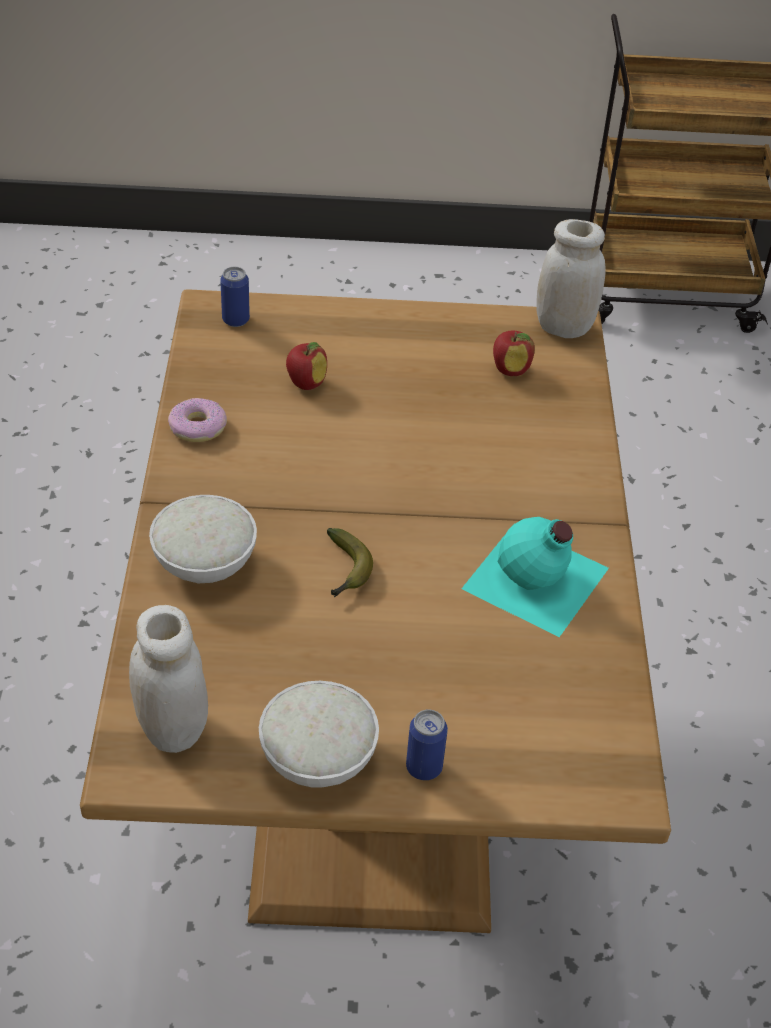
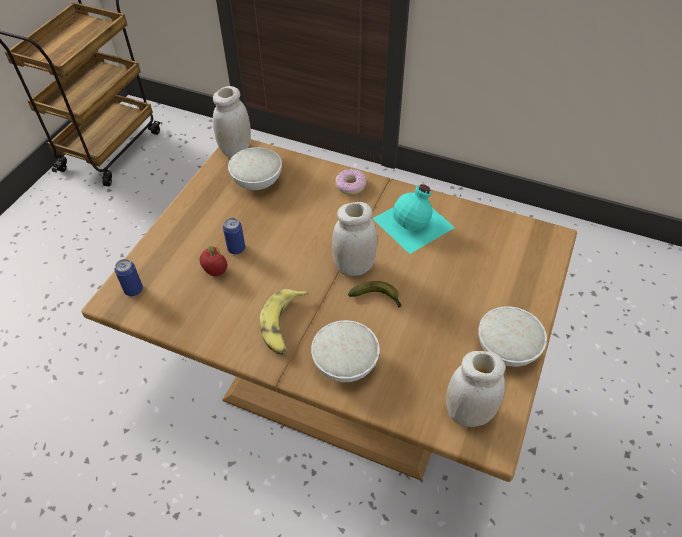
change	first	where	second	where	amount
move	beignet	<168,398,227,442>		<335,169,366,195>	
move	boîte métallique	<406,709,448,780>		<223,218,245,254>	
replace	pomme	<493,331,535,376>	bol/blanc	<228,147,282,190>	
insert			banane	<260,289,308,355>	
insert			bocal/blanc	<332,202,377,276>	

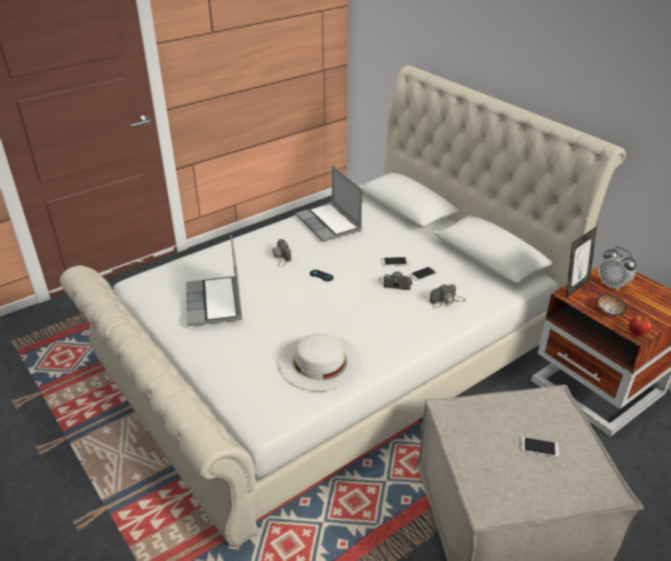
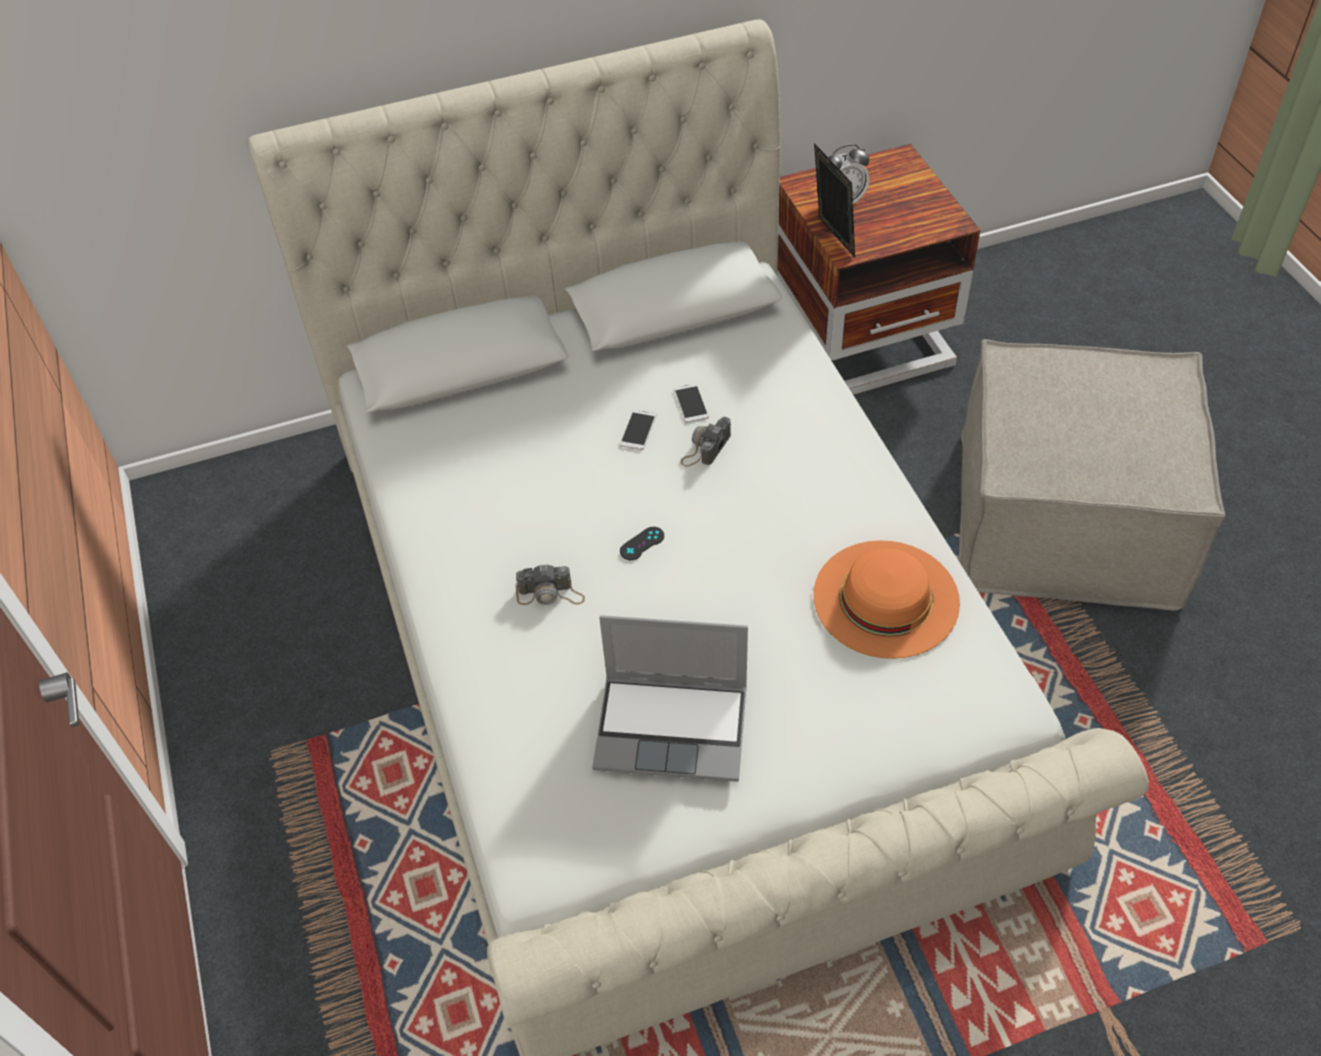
change	first	where	second	where	amount
recolor	chapeau/blanc	<278,333,362,392>	chapeau/orange	<813,540,960,659>	
delete	ordinateur portable	<295,165,362,242>			
delete	appareil photo	<430,284,465,308>			
delete	téléphone	<520,437,559,457>			
delete	bol	<596,294,627,316>			
delete	pomme	<629,316,651,337>			

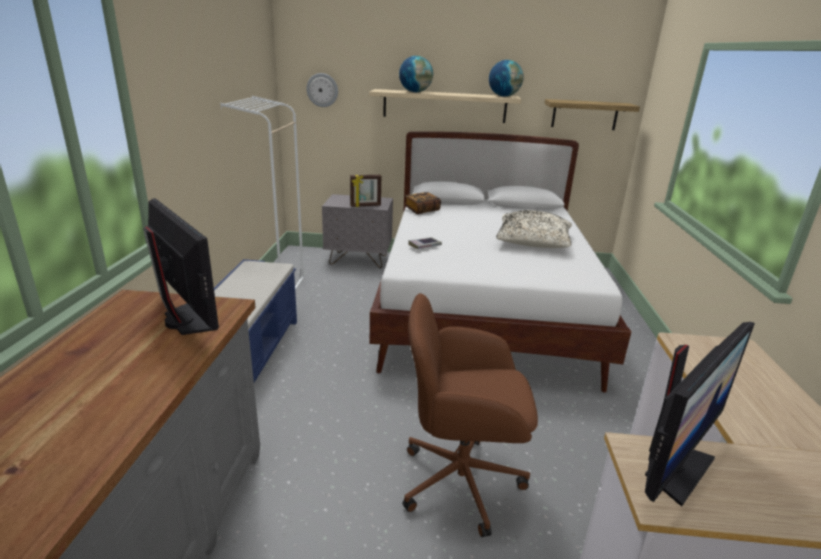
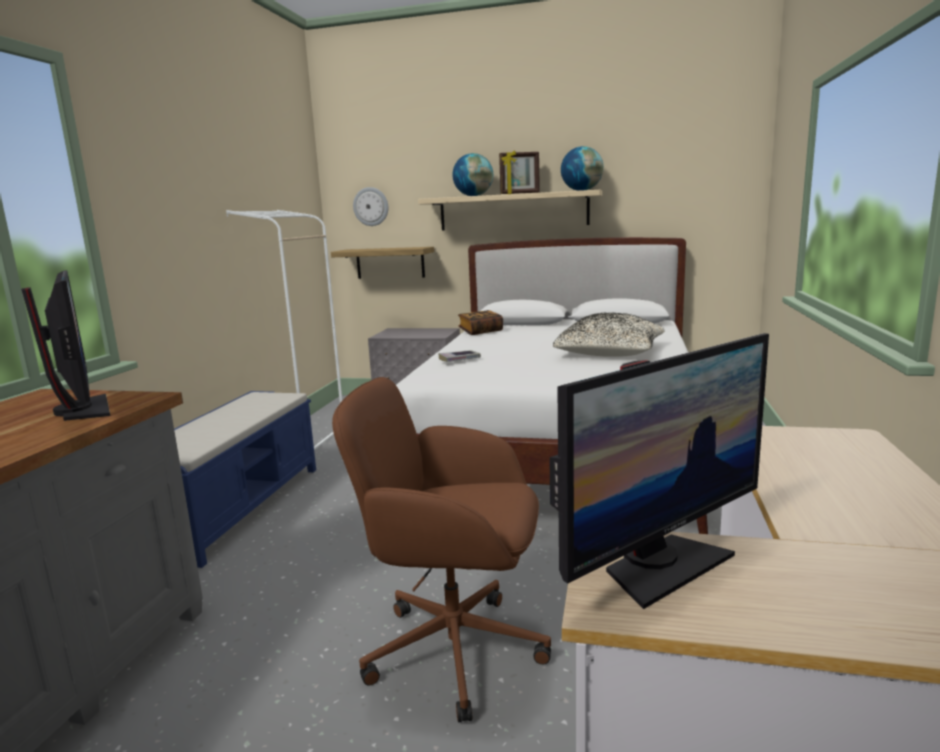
change	first	where	second	where	amount
move	cadre photo	<350,175,381,207>		<499,151,540,194>	
move	étagère	<545,99,640,130>		<331,247,434,279>	

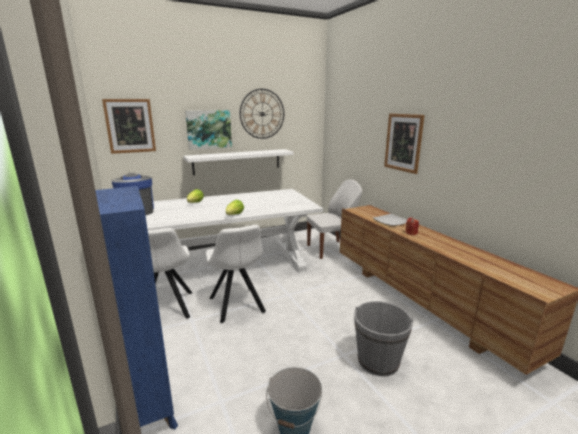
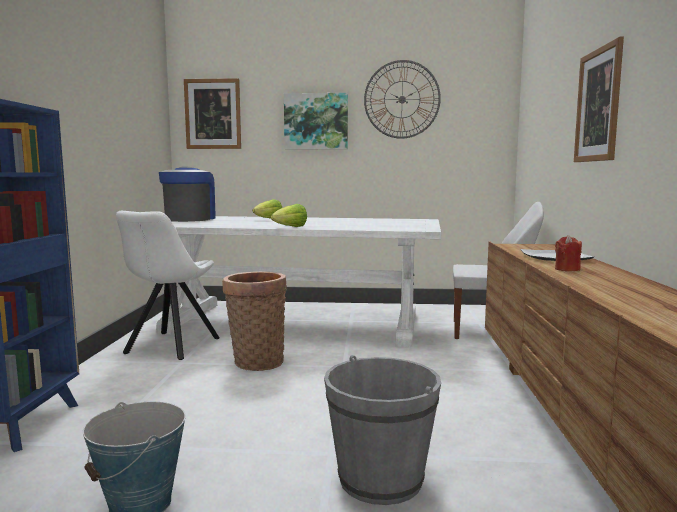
change	first	where	second	where	amount
delete	étagère/blanc	<183,149,293,175>			
replace	chaise/blanc	<206,225,266,323>	panier	<222,271,287,371>	

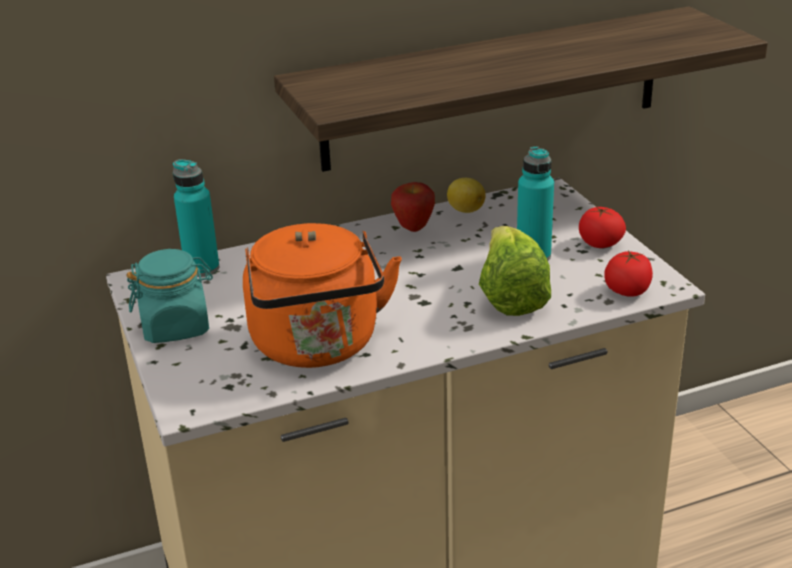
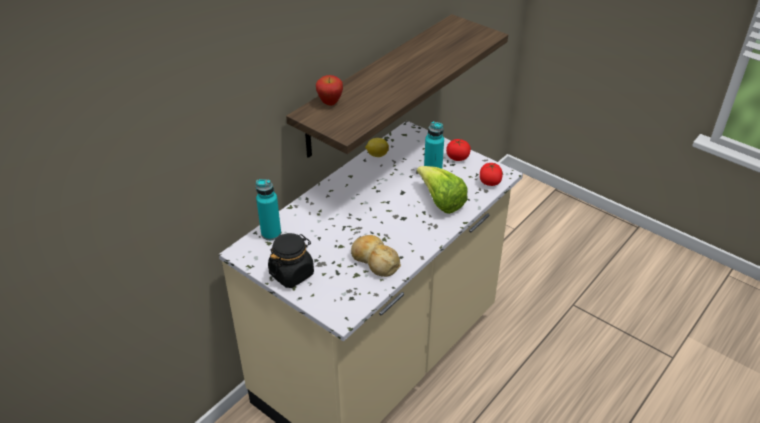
change	first	where	second	where	amount
recolor	bocal/turquoise	<126,249,213,343>	bocal/noir	<268,233,314,288>	
replace	bouilloire/orange	<243,223,402,368>	pain	<351,235,401,277>	
move	pomme	<391,182,435,232>		<316,75,343,106>	

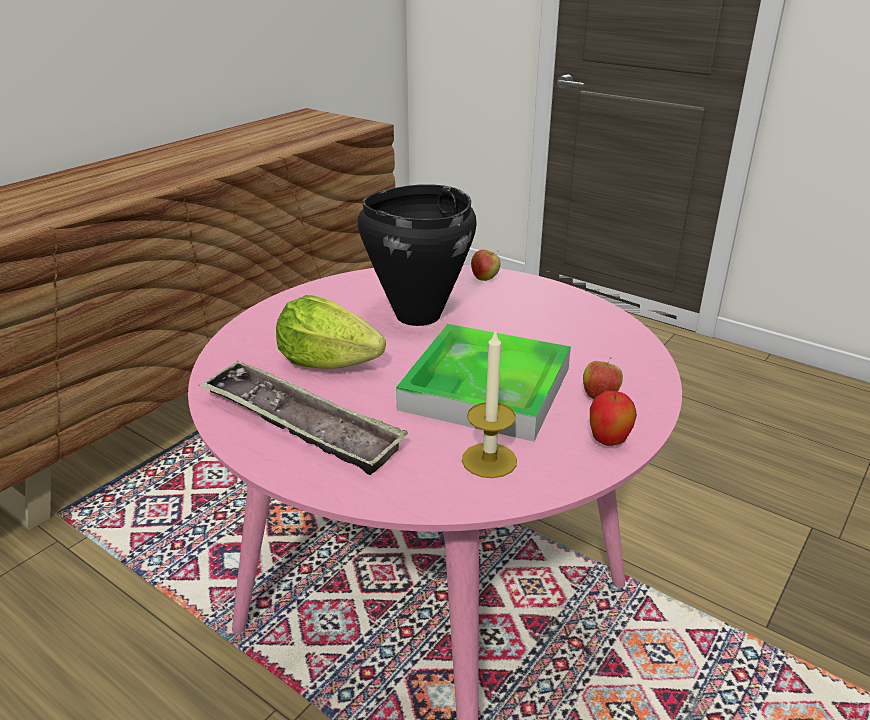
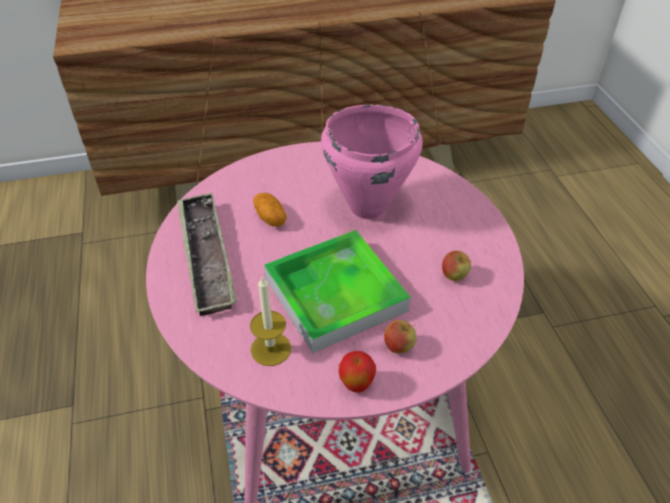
change	first	where	second	where	amount
replace	laitue	<276,295,386,369>	pomme de terre	<253,193,287,227>	
recolor	marmite/noir	<358,184,477,326>	marmite/rose	<321,105,423,219>	
move	pomme	<471,249,500,281>		<442,251,471,281>	

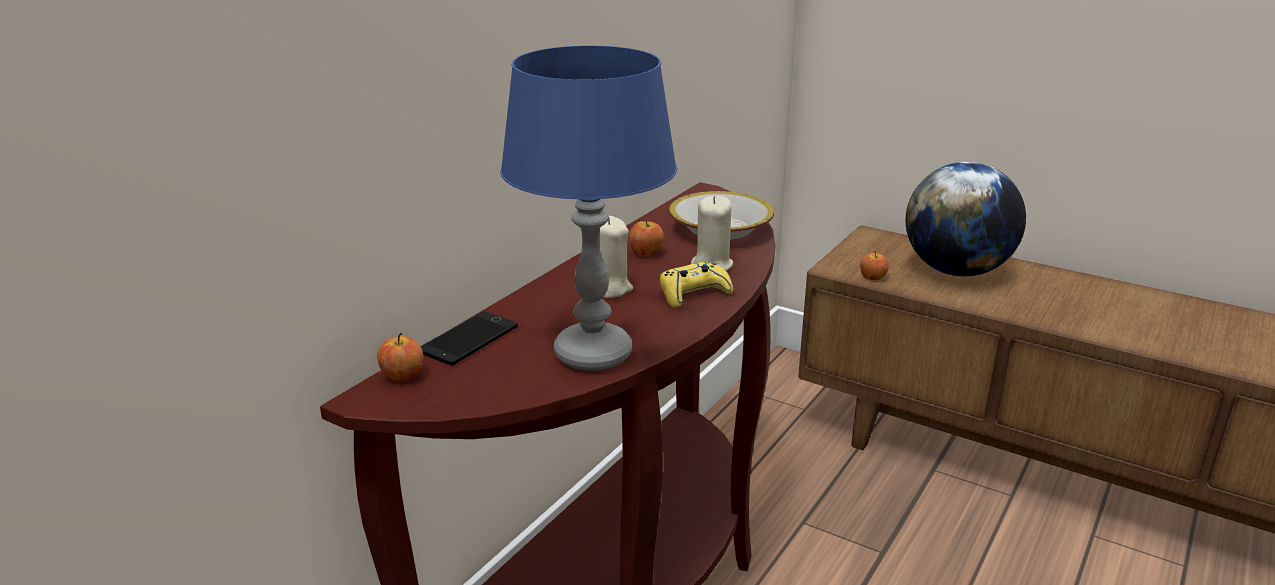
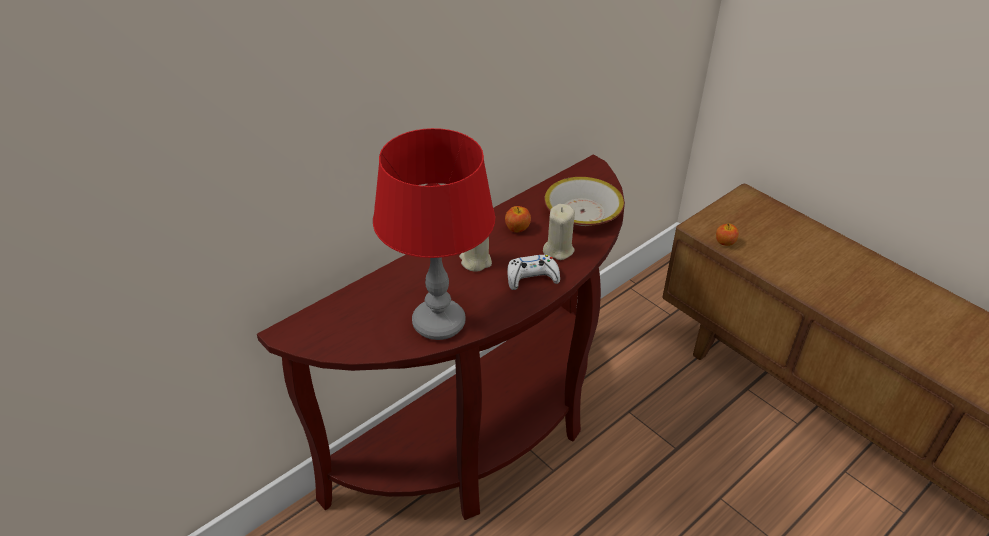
change	first	where	second	where	amount
delete	pomme	<377,333,423,381>			
delete	téléphone	<421,311,518,365>			
recolor	lampe de table/bleu	<500,45,677,371>	lampe de table/rouge	<373,128,495,340>	
recolor	manette/jaune	<660,261,733,308>	manette/blanc	<507,255,560,290>	
delete	globe	<906,162,1026,276>			

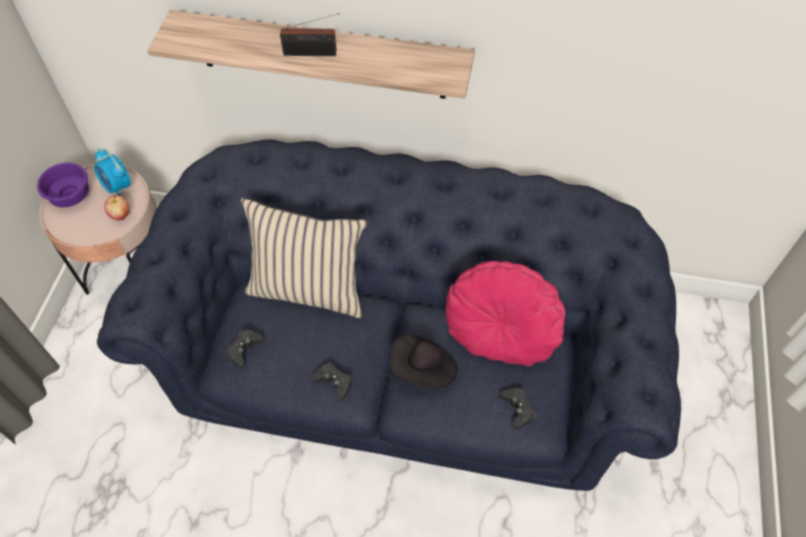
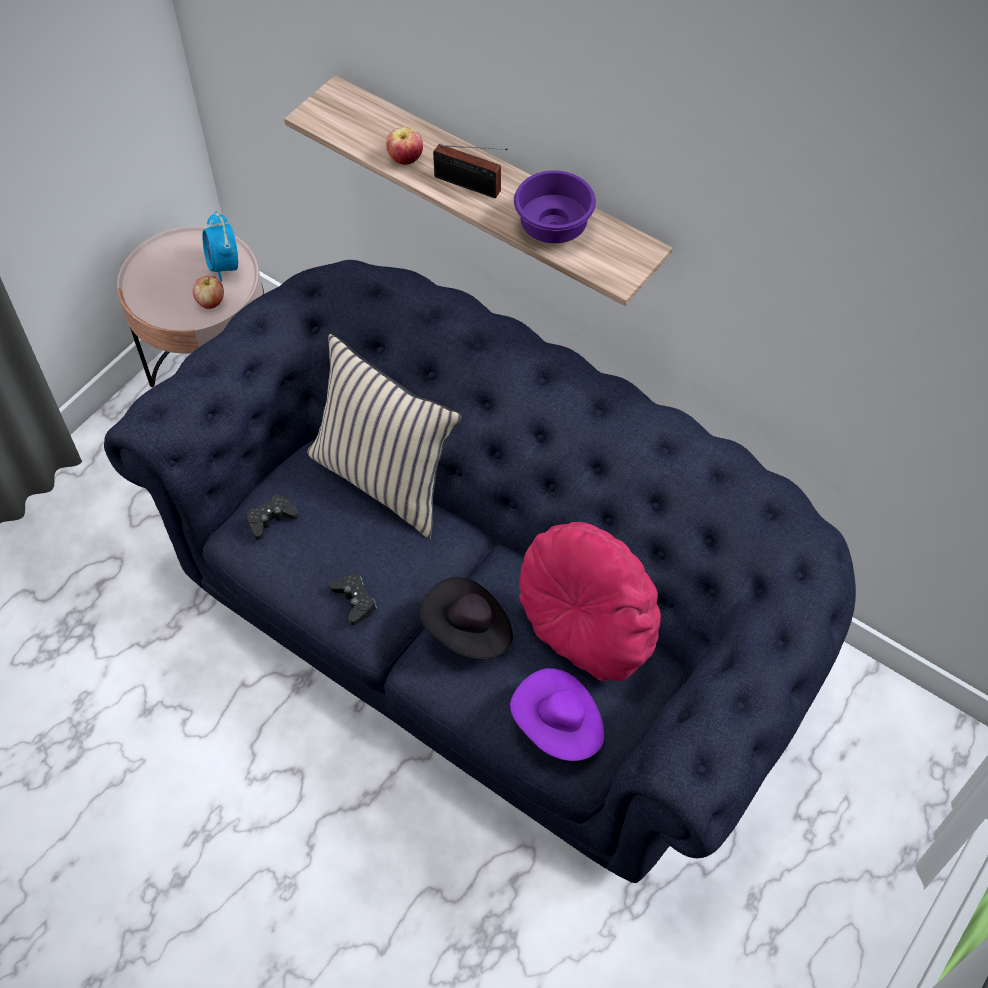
change	first	where	second	where	amount
move	bol/violet	<37,163,89,207>		<514,170,596,243>	
replace	manette/noir	<500,388,535,429>	chapeau/violet	<510,668,604,761>	
insert			pomme	<386,127,423,165>	

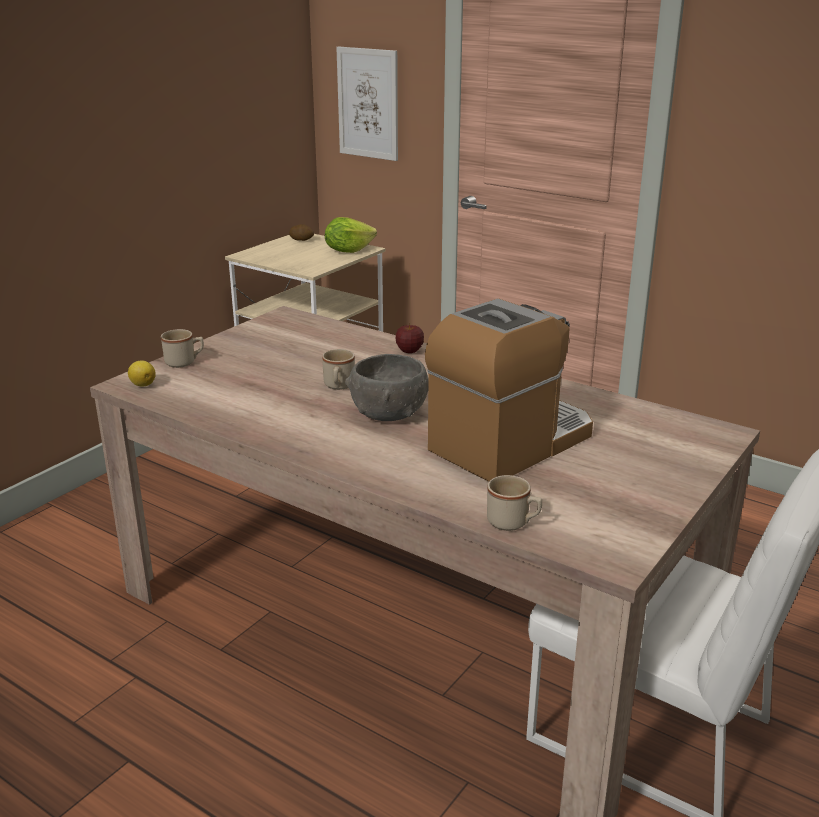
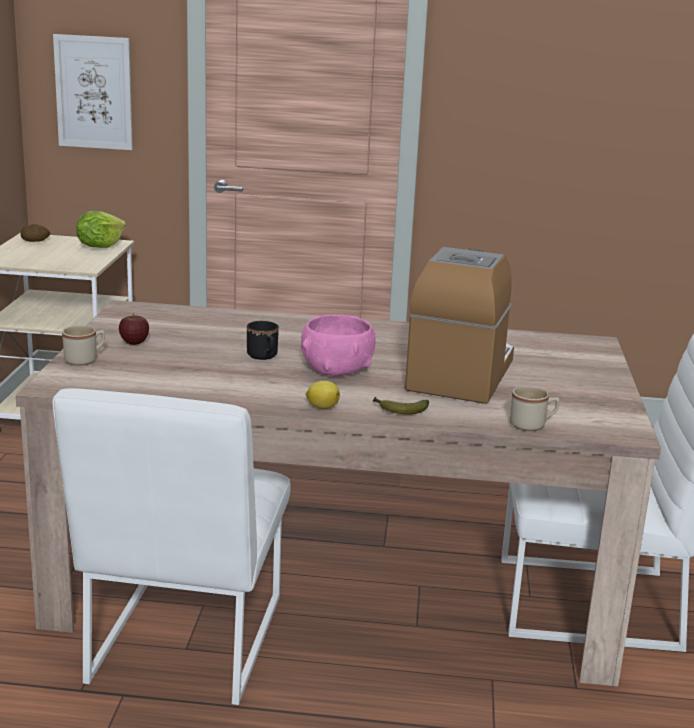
change	first	where	second	where	amount
move	citron	<128,360,156,387>		<305,381,340,409>	
recolor	mug/beige	<322,349,355,390>	mug/noir	<247,321,279,360>	
recolor	bol/gris	<345,354,429,421>	bol/rose	<301,315,376,376>	
move	pomme	<395,323,424,353>		<119,314,149,345>	
insert			chaise/blanc	<53,388,291,705>	
insert			banane	<372,397,429,415>	

